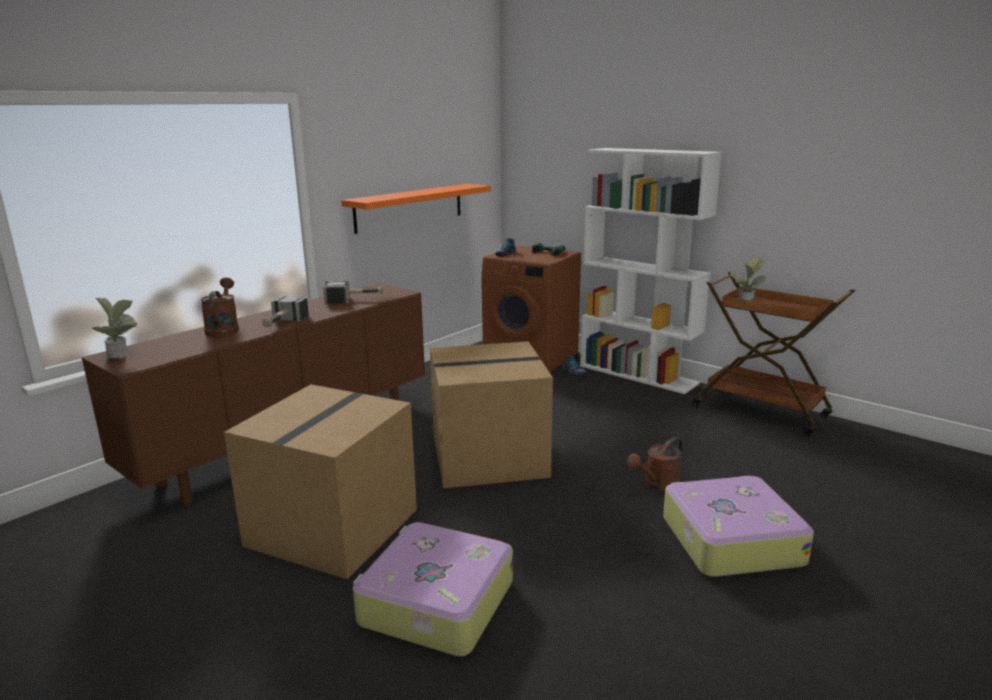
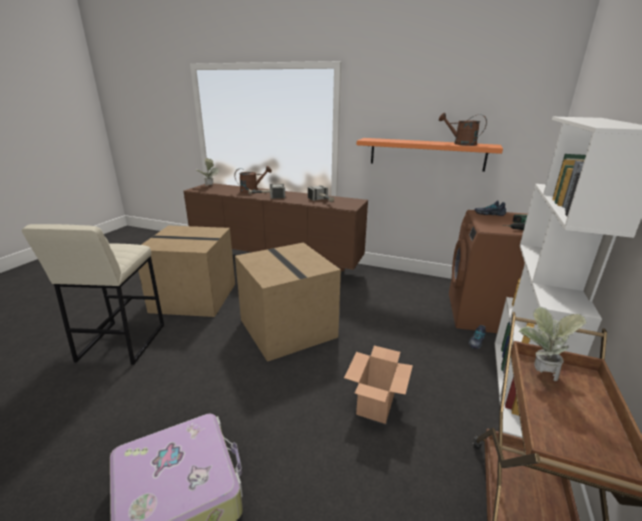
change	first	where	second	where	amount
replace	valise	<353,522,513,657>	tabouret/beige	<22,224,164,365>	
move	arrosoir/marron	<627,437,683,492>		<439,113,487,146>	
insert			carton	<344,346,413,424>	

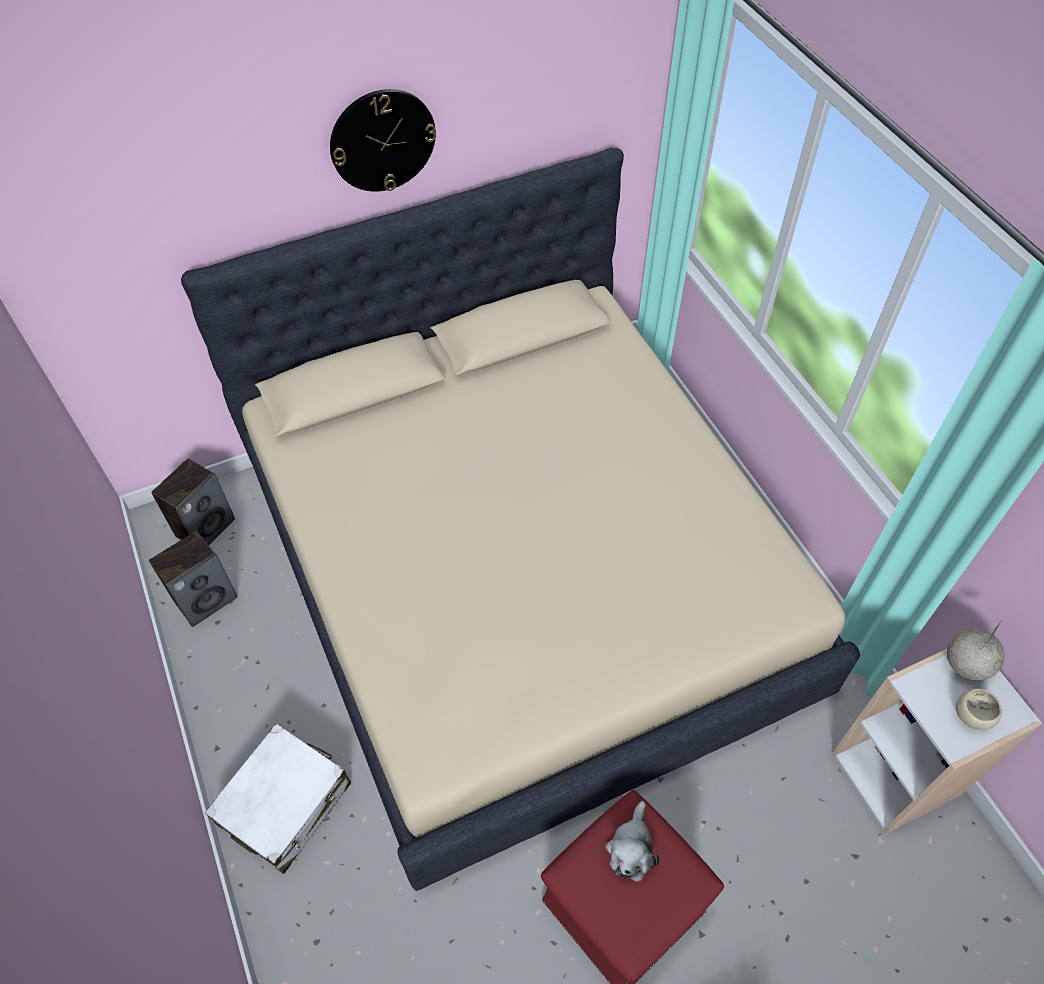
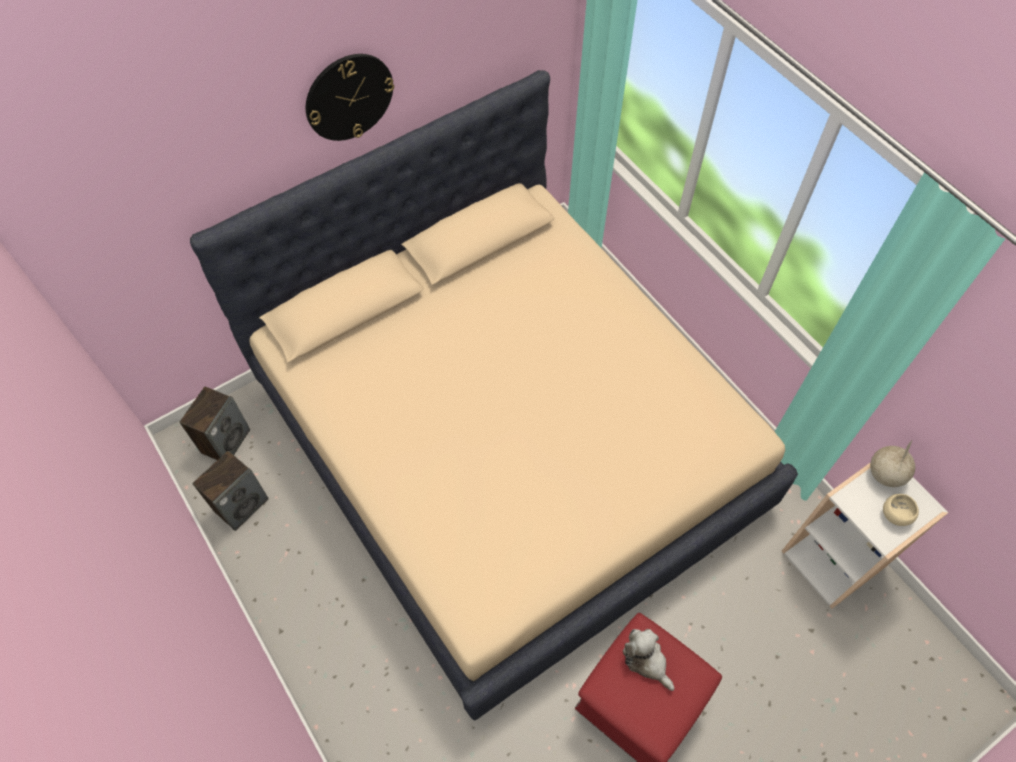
change	first	where	second	where	amount
delete	valise/blanc	<205,723,351,874>			
rotate	peluche	<605,801,660,882>		<623,629,674,691>	135 degrees clockwise

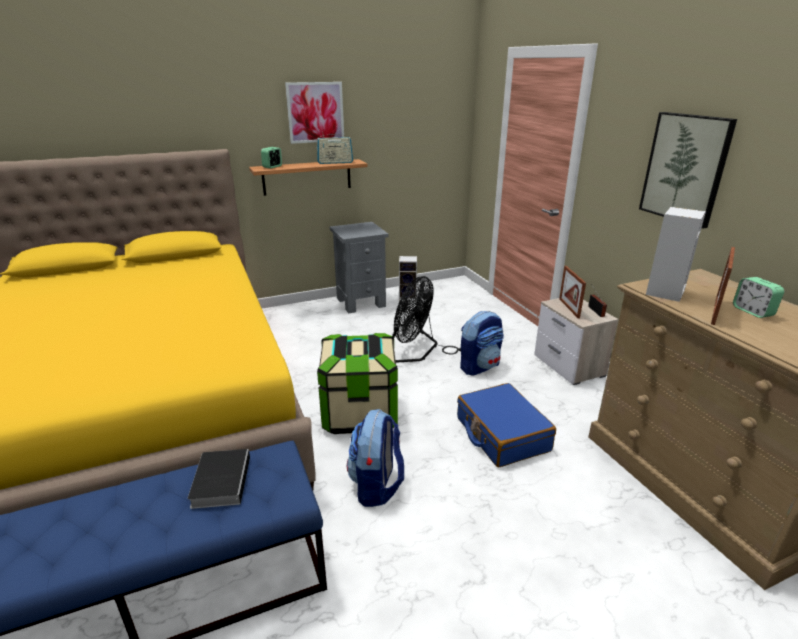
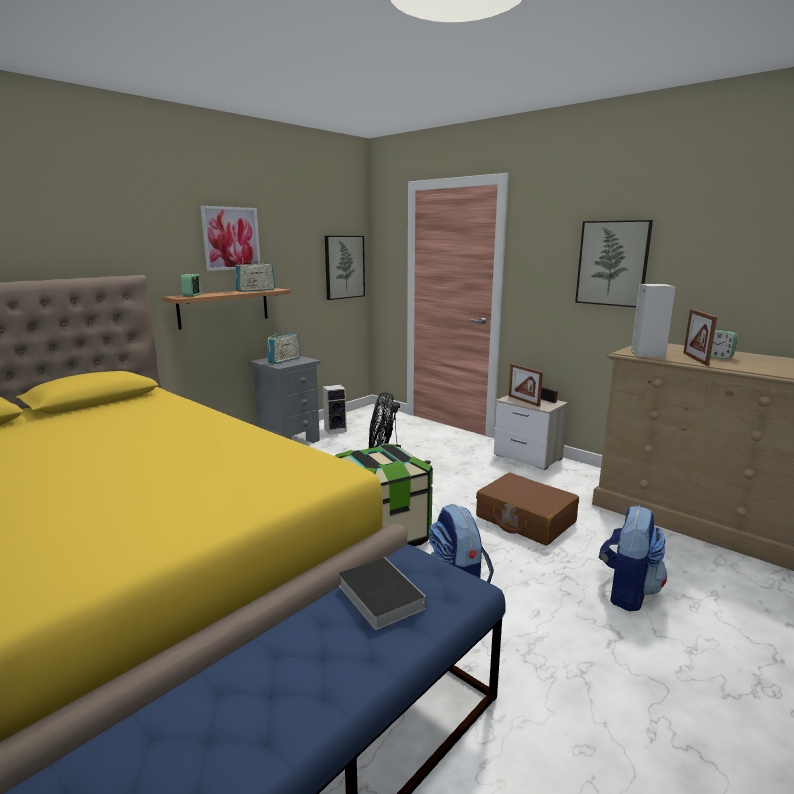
change	first	where	second	where	amount
recolor	valise/bleu	<457,383,556,468>	valise/marron	<476,473,579,546>	
move	sac à dos	<460,311,504,376>		<599,506,667,612>	
insert			radio	<268,332,300,364>	
insert			tableau	<325,236,365,300>	

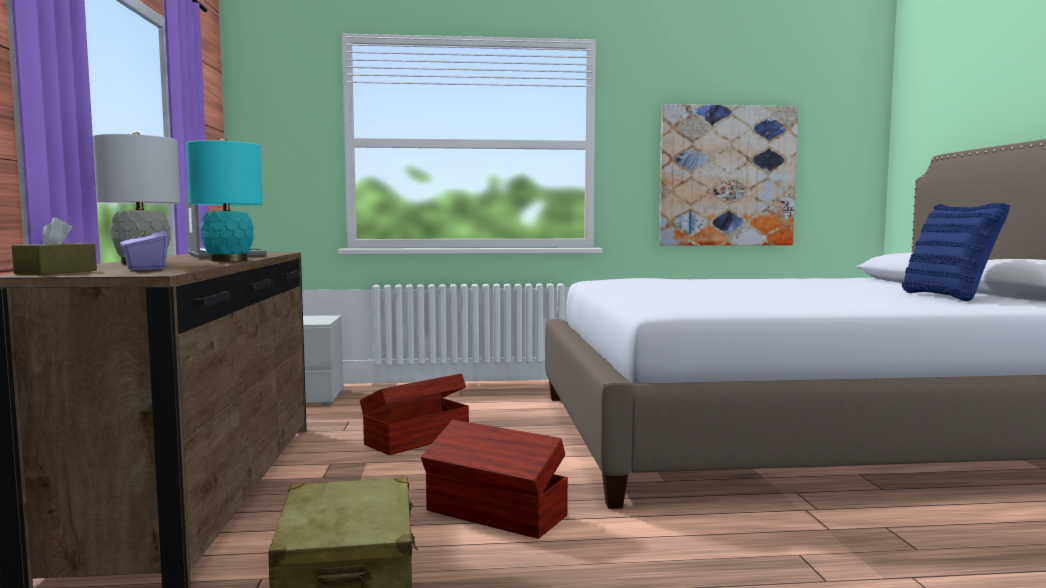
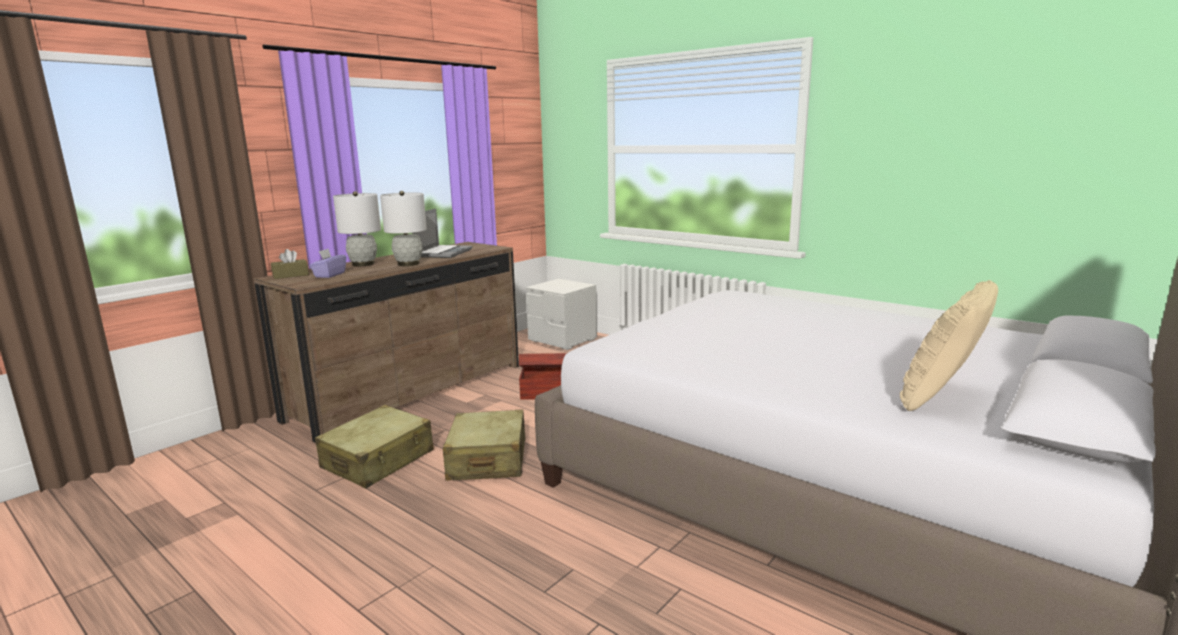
change	first	where	second	where	amount
recolor	lampe de table/turquoise	<186,139,263,262>	lampe de table/blanc	<380,191,427,266>	
replace	boîte de rangement/marron	<421,420,568,539>	valise/beige	<443,409,526,481>	
delete	tableau	<659,104,798,245>			
recolor	coussin/bleu	<902,203,1011,301>	coussin/beige	<900,280,998,411>	

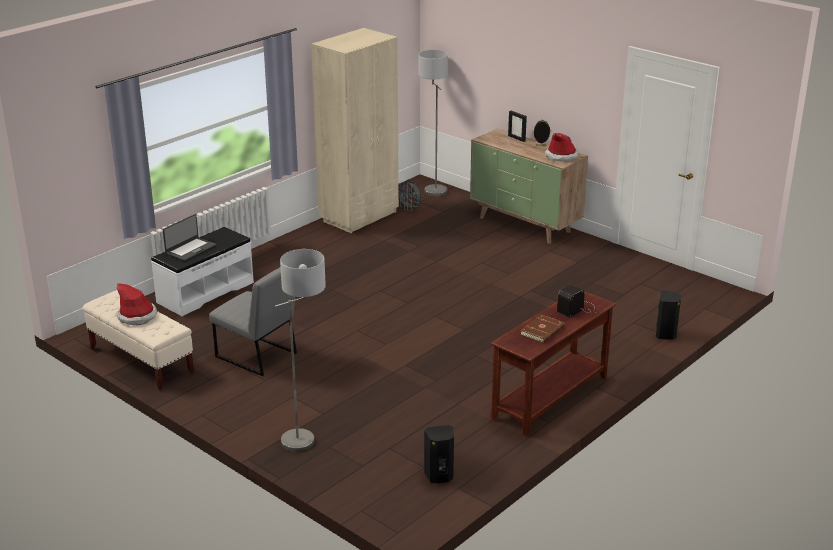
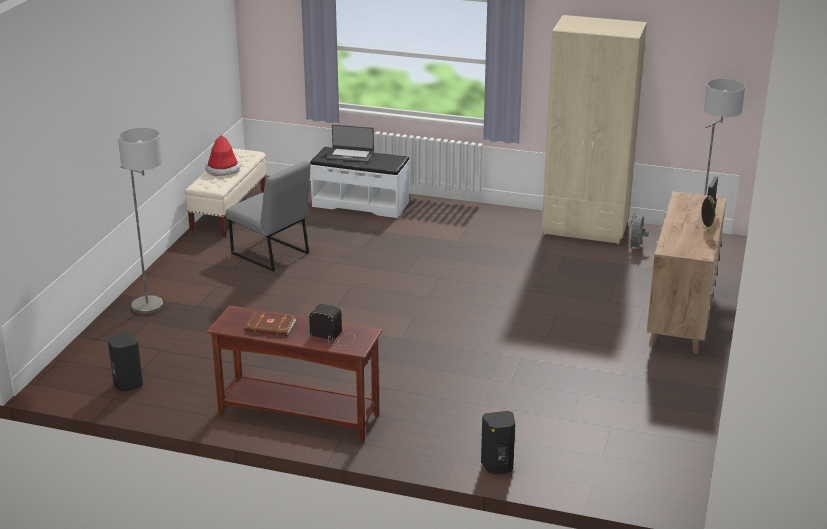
change	first	where	second	where	amount
rotate	chaise/gris	<209,267,297,376>		<226,161,310,272>	60 degrees counterclockwise
delete	chapeau	<545,133,578,162>			

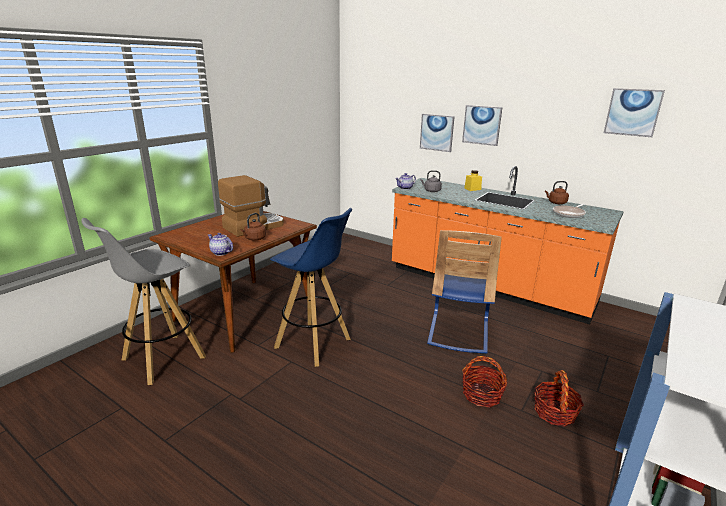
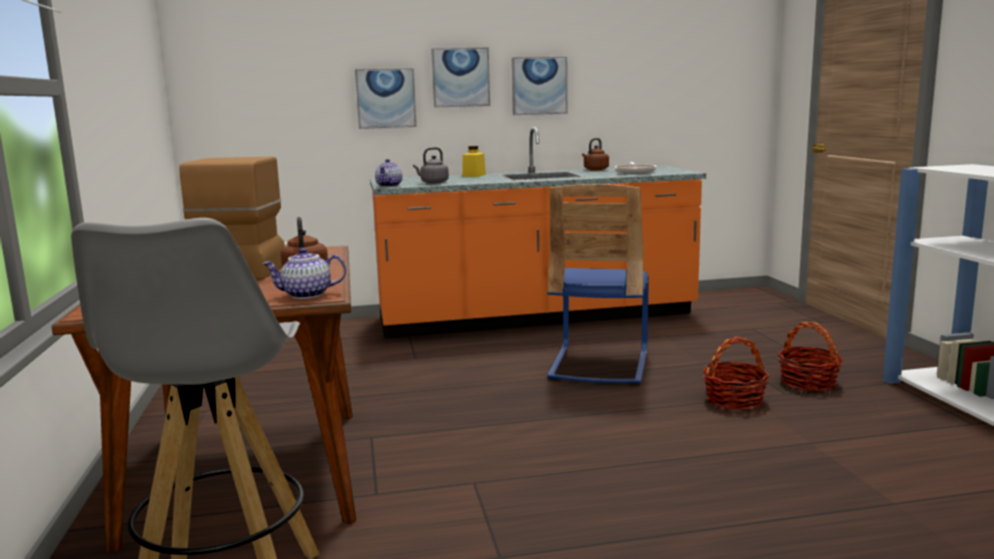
change	first	where	second	where	amount
delete	tabouret/bleu	<270,208,352,367>			
rotate	chaise/bleu	<427,230,502,354>		<547,184,649,385>	45 degrees clockwise
move	tableau	<604,88,665,137>		<512,57,567,115>	

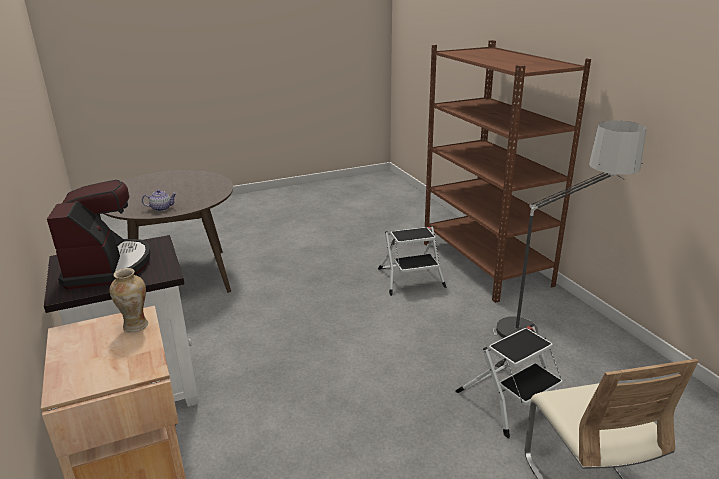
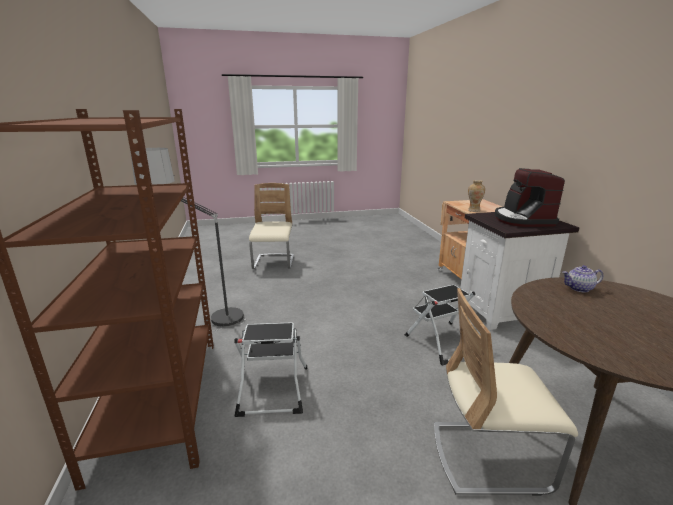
change	first	where	second	where	amount
move	escabeau	<455,324,563,439>		<405,285,475,366>	
insert			chaise/beige	<434,288,578,495>	

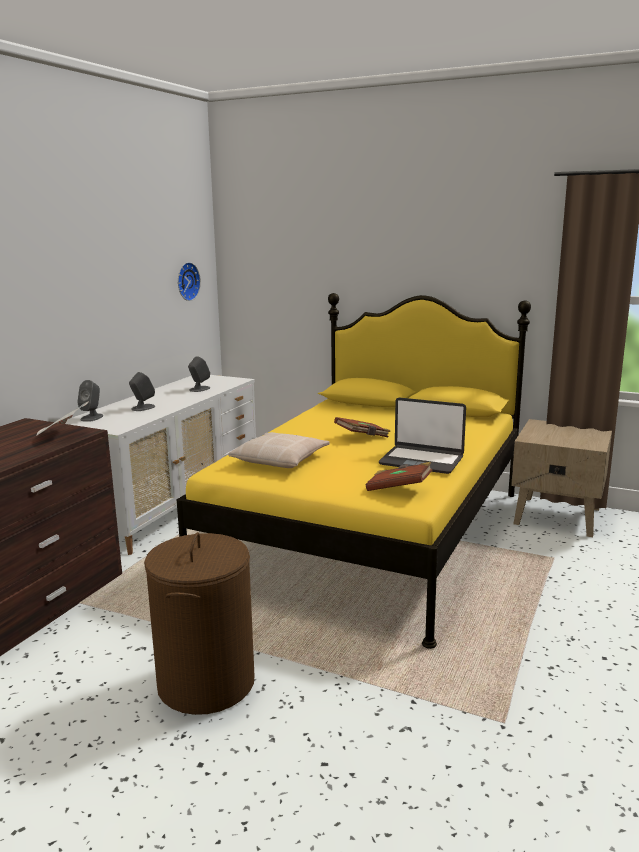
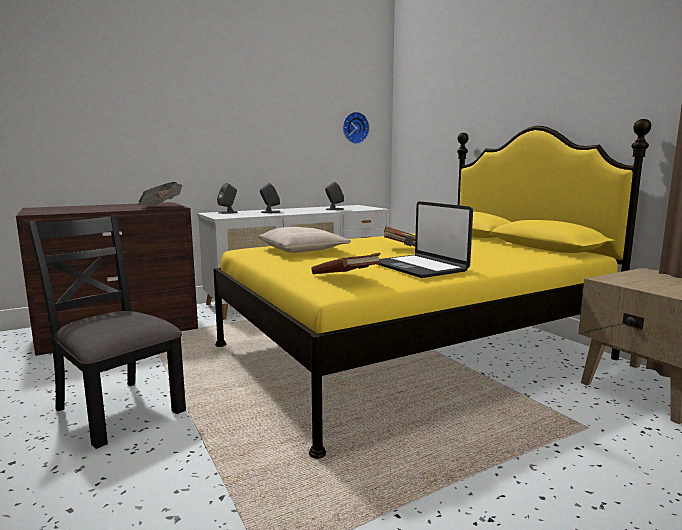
change	first	where	second	where	amount
replace	panier à linge/marron	<144,532,254,715>	chaise/noir	<27,214,186,449>	

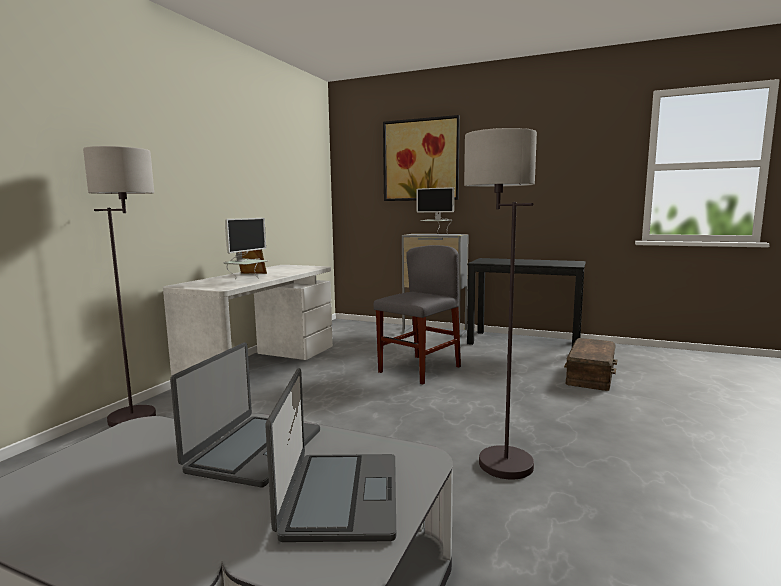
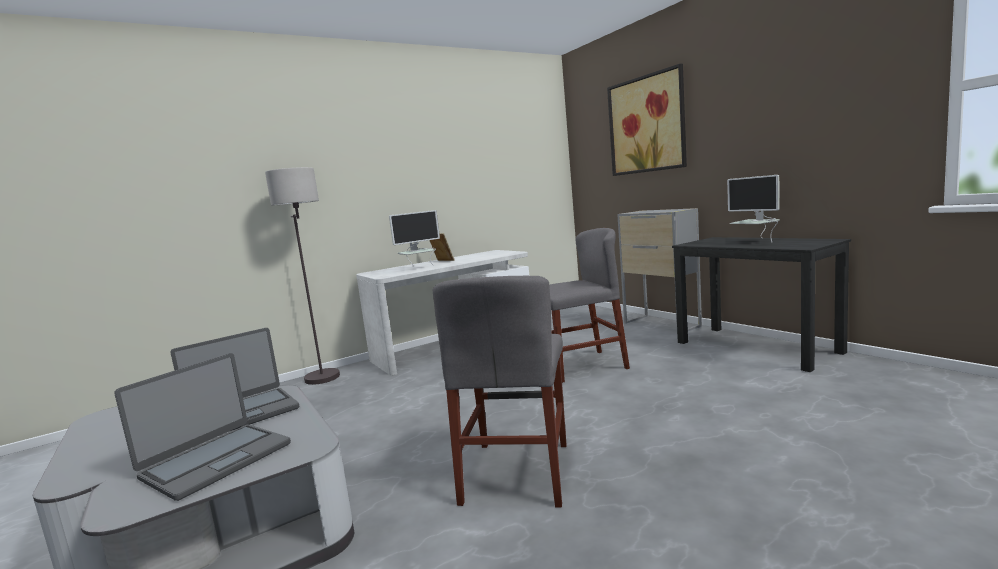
change	first	where	second	where	amount
move	écran d'ordinateur	<417,187,454,234>		<727,175,780,242>	
replace	lampadaire/gris	<464,128,537,480>	chaise/gris	<433,276,567,507>	
delete	boîte de rangement/marron	<564,338,618,391>			

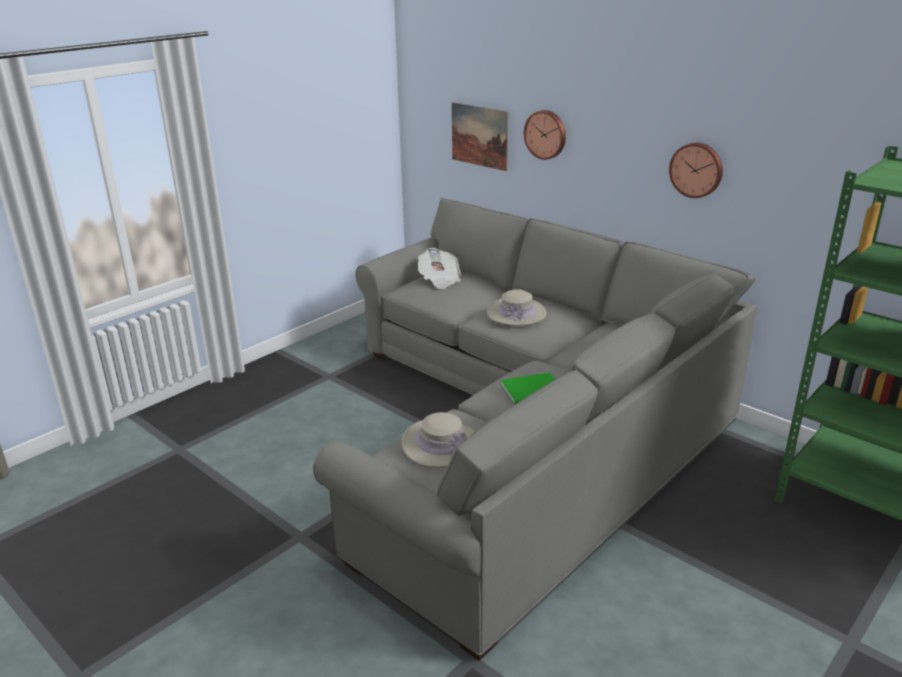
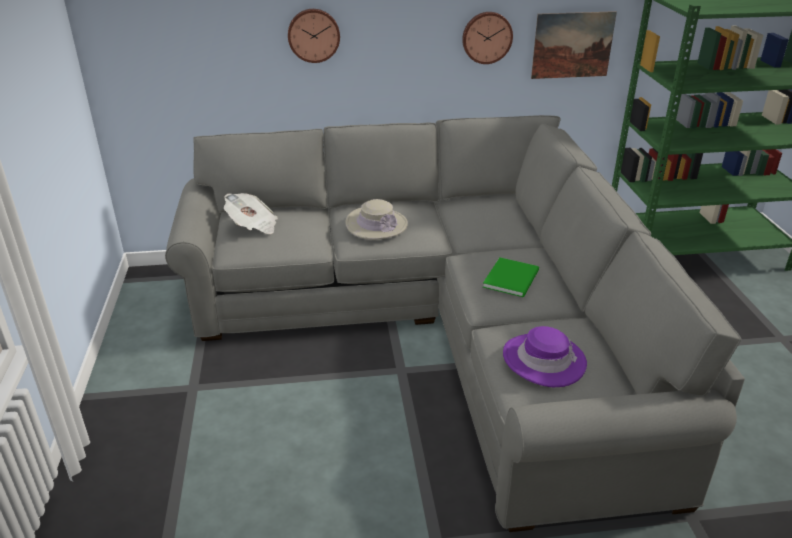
change	first	where	second	where	amount
recolor	chapeau/beige	<401,412,474,468>	chapeau/violet	<503,326,587,387>	
move	tableau	<452,102,508,171>		<531,11,617,79>	

